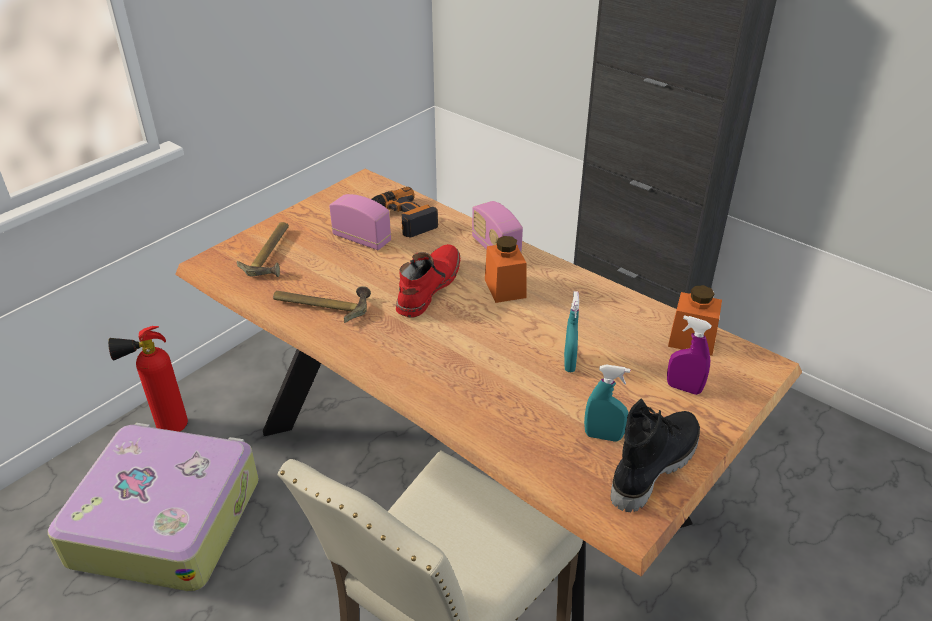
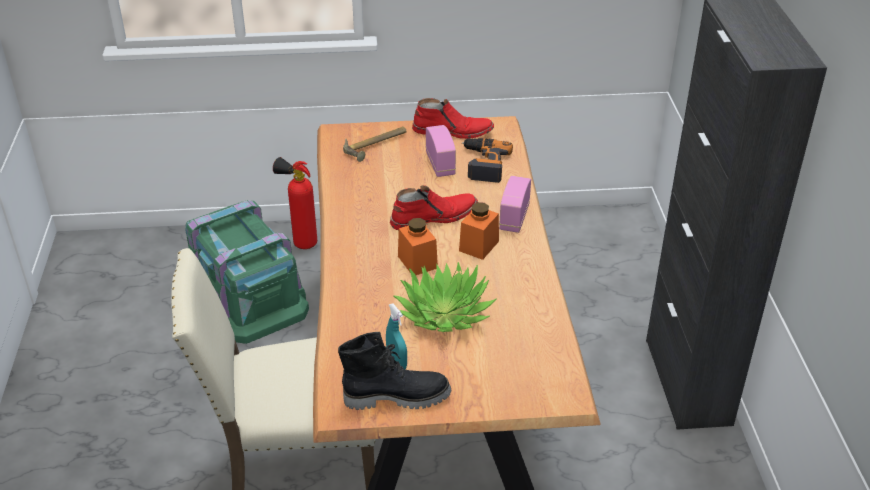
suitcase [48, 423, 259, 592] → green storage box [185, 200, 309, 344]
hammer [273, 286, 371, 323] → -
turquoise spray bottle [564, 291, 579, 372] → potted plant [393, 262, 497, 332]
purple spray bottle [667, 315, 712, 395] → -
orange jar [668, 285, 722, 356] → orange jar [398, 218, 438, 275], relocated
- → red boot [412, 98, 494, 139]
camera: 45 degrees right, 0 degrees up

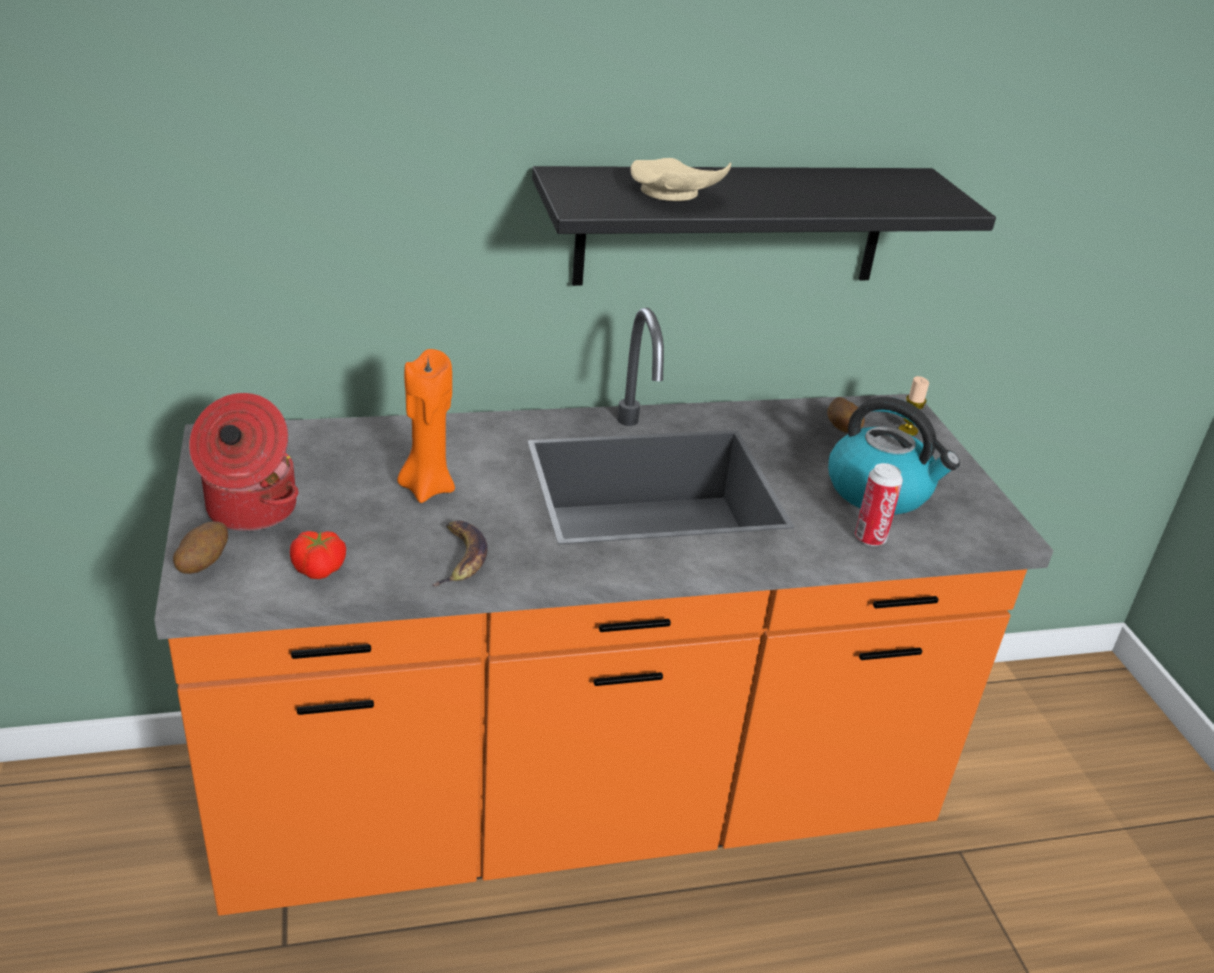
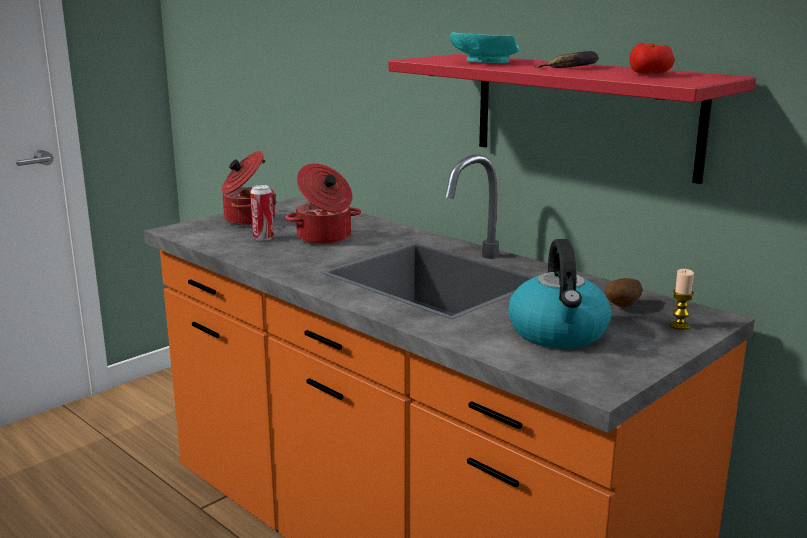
potato [173, 521, 228, 574] → -
tomato [290, 531, 346, 579] → tomato [629, 43, 675, 75], relocated
orange candle [397, 349, 455, 503] → cooking pot [285, 164, 361, 245]
banana [432, 521, 488, 586] → banana [535, 51, 599, 68], relocated
black shelf [532, 166, 996, 286] → red shelf [388, 54, 756, 184]
beige plate [631, 158, 731, 201] → turquoise plate [450, 32, 519, 63]
can [855, 463, 903, 546] → can [250, 185, 274, 241], relocated
camera: 60 degrees right, 15 degrees down

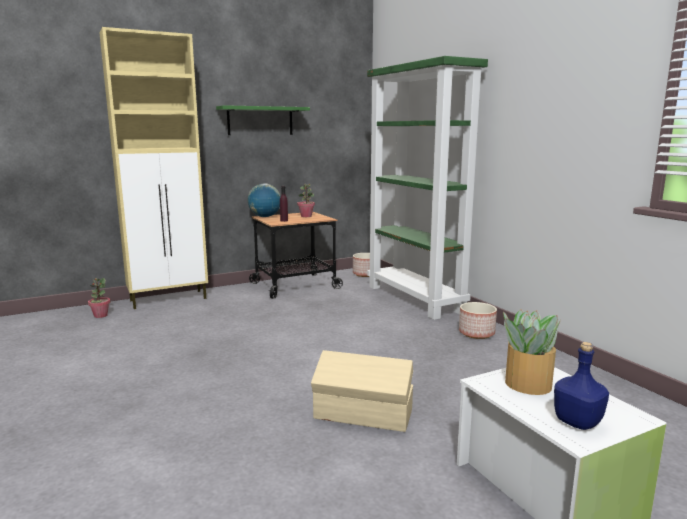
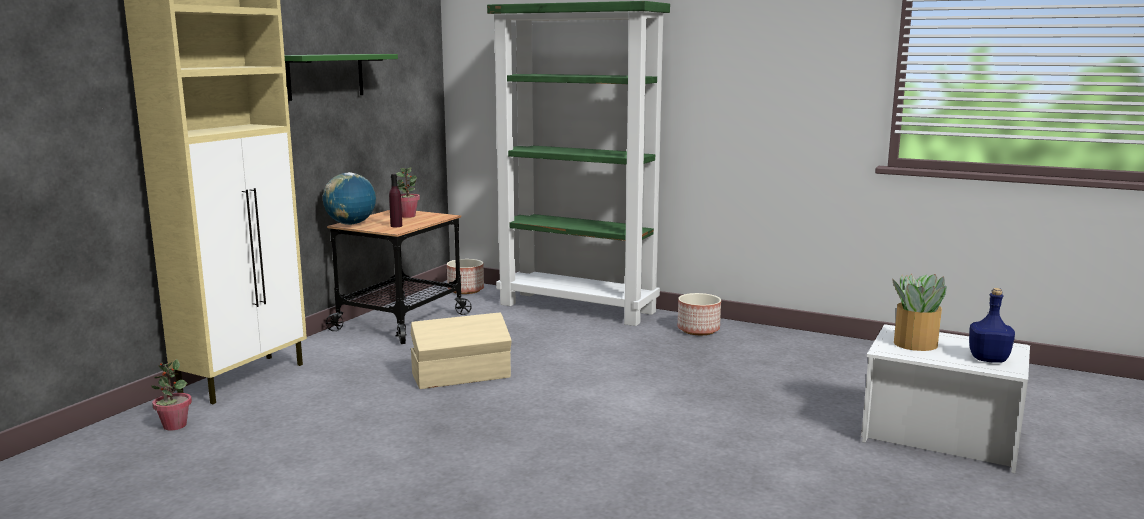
beige storage box [311, 350, 413, 432] → beige storage box [411, 312, 512, 389], relocated
camera: 35 degrees left, 0 degrees up

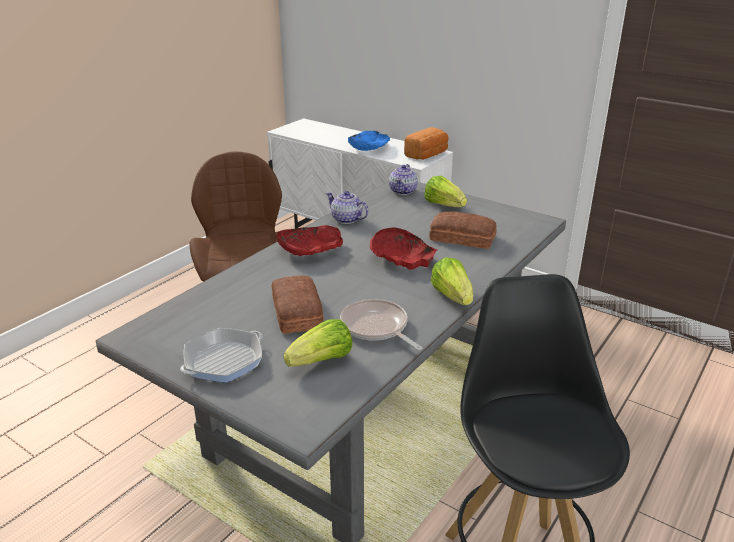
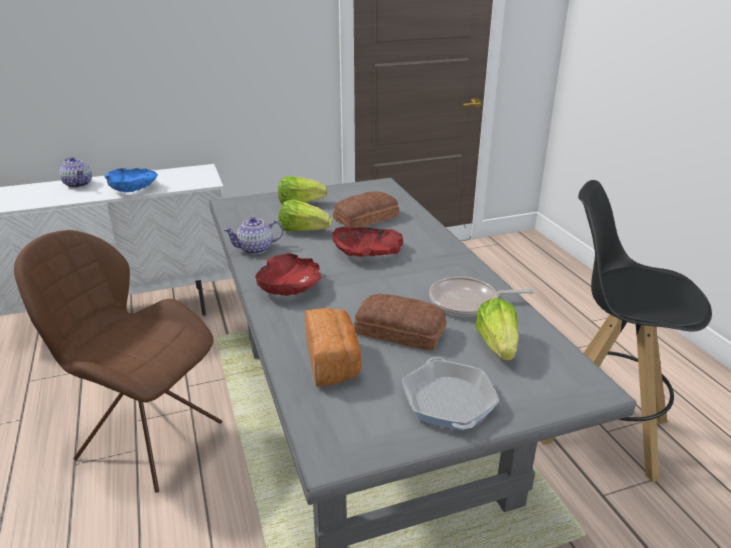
teapot [389, 164, 418, 195] → teapot [59, 157, 92, 188], relocated
bread [404, 127, 448, 160] → bread [305, 308, 362, 387], relocated
lettuce [431, 258, 473, 305] → lettuce [278, 199, 332, 231], relocated
camera: 55 degrees left, 0 degrees up

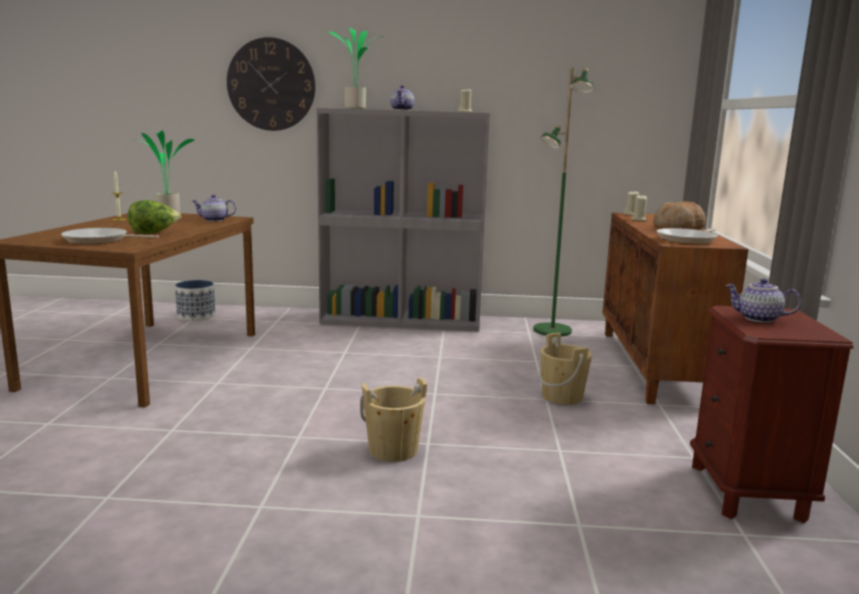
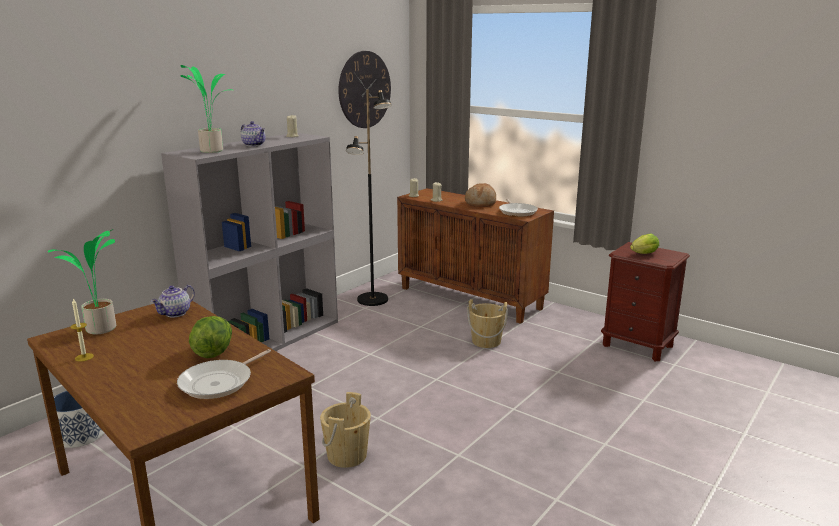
wall clock [227, 37, 316, 131] → wall clock [338, 51, 391, 128], relocated
beige bucket [360, 377, 427, 462] → beige bucket [320, 392, 371, 468], relocated
green floor lamp [533, 67, 593, 337] → black floor lamp [346, 89, 392, 306]
teapot [725, 278, 801, 323] → lettuce [630, 234, 659, 254]
camera: 55 degrees left, 5 degrees up

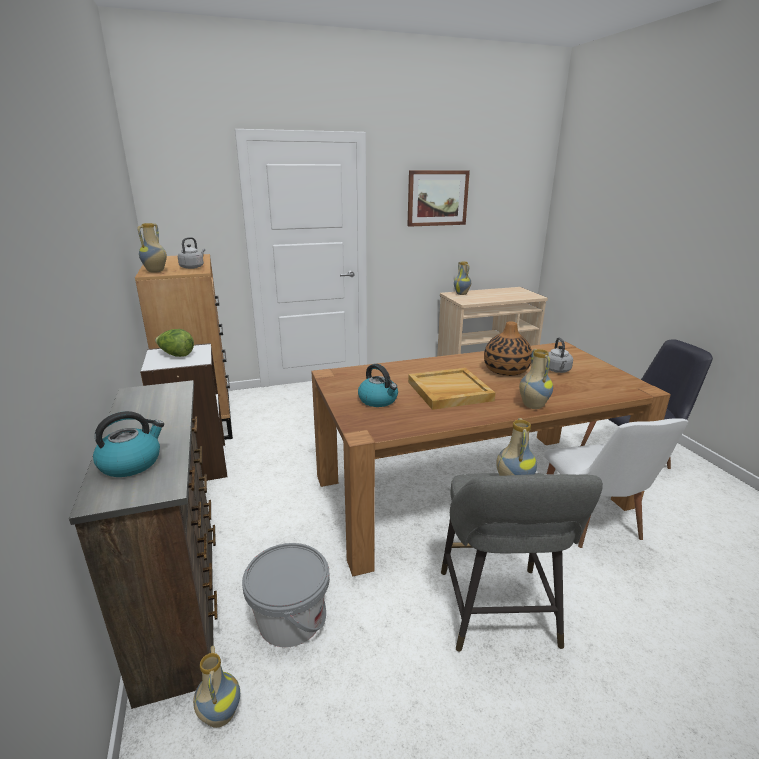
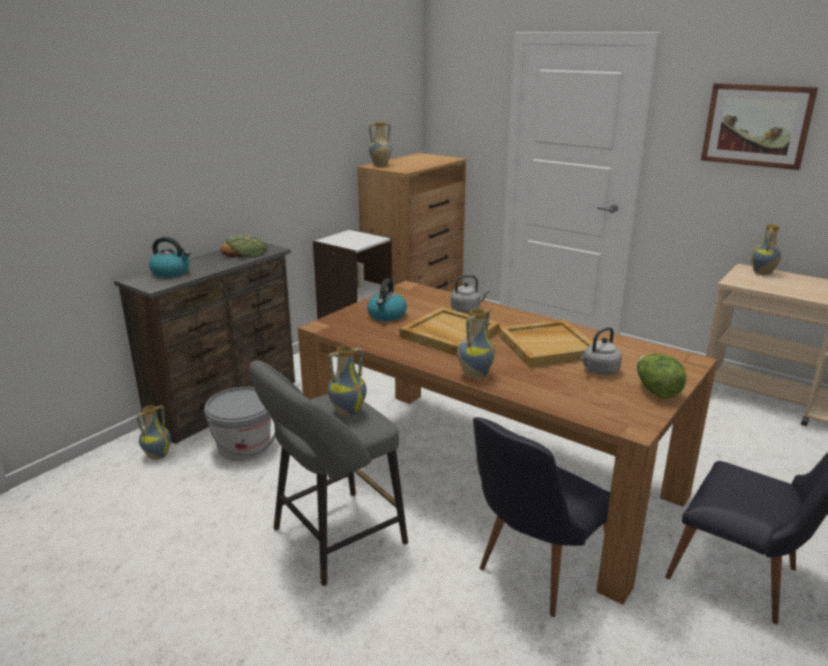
lettuce [155, 329, 194, 357] → lettuce [637, 354, 686, 399], relocated
grey kettle [178, 237, 205, 269] → grey kettle [450, 275, 490, 312], relocated
vase [484, 321, 532, 376] → beige tray [499, 320, 593, 368]
white chair [544, 418, 688, 548] → black chair [473, 417, 610, 617]
- → bread [221, 234, 267, 258]
camera: 55 degrees right, 0 degrees up

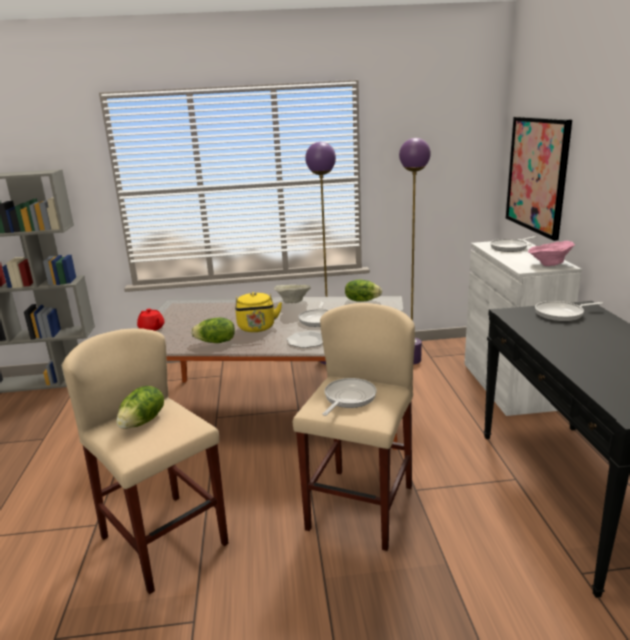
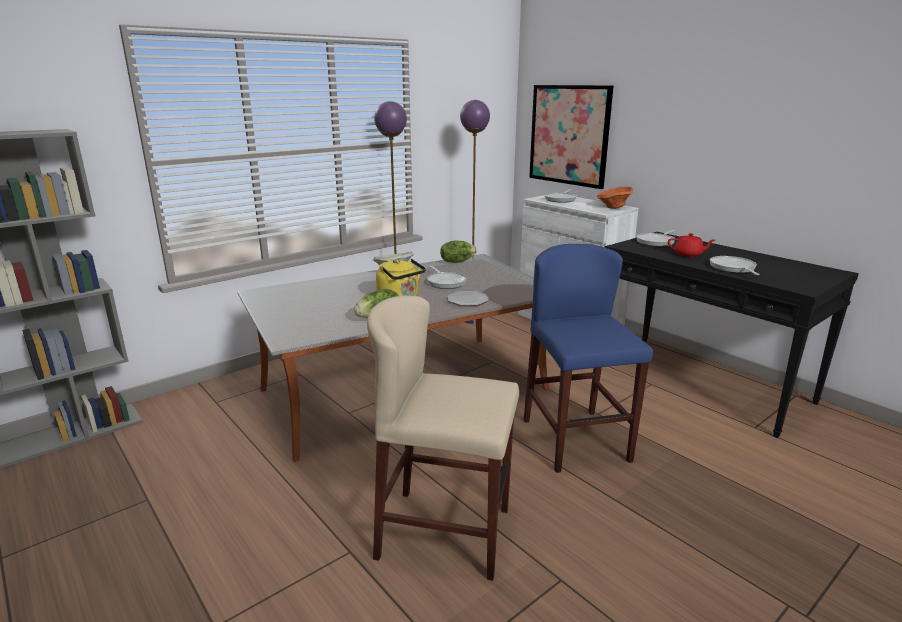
lettuce [116, 386, 164, 429] → -
red teapot [137, 309, 164, 331] → red teapot [668, 233, 715, 257], relocated
beige stool [293, 303, 415, 551] → blue stool [524, 244, 653, 473]
frying pan [322, 378, 377, 416] → frying pan [710, 256, 760, 275], relocated
pink bowl [528, 241, 575, 266] → orange bowl [597, 187, 633, 209]
camera: 35 degrees left, 0 degrees up

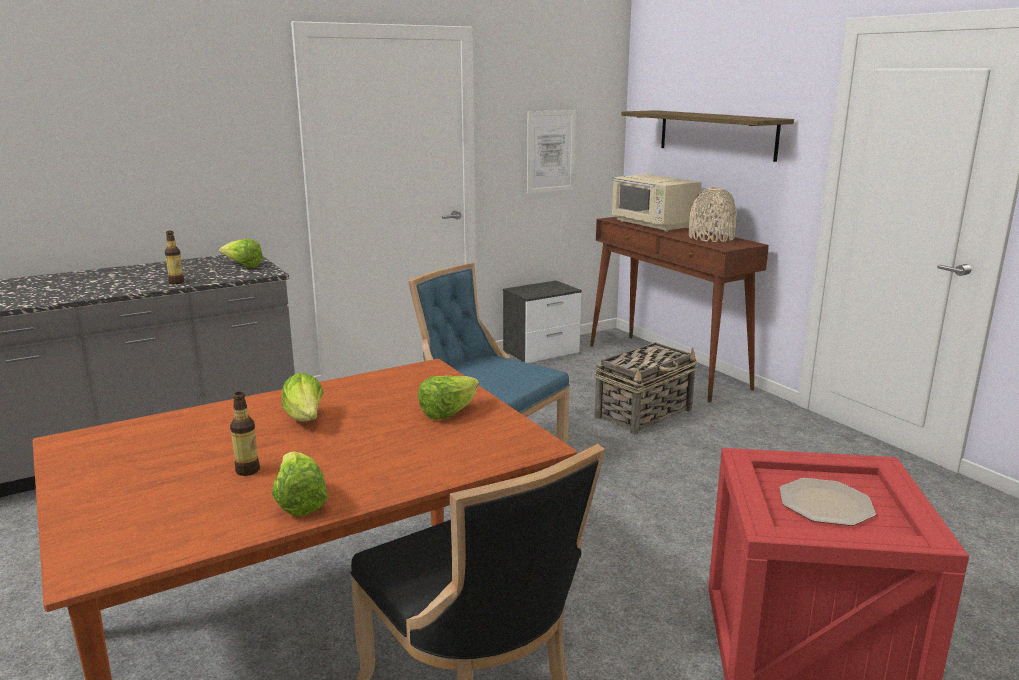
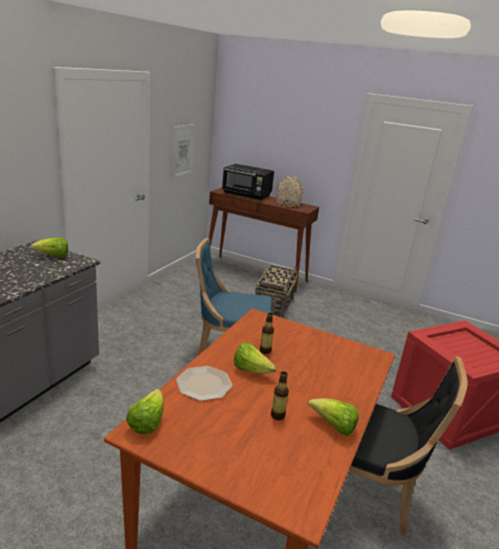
bottle [165, 231, 184, 284] → bottle [260, 313, 274, 354], relocated
lettuce [418, 376, 479, 420] → lettuce [126, 389, 164, 434], relocated
nightstand [503, 280, 582, 363] → -
beige microwave [612, 174, 702, 232] → black microwave [222, 164, 274, 200]
shelf [622, 110, 794, 162] → -
plate [779, 478, 876, 526] → plate [176, 366, 232, 401], relocated
camera: 35 degrees left, 5 degrees up

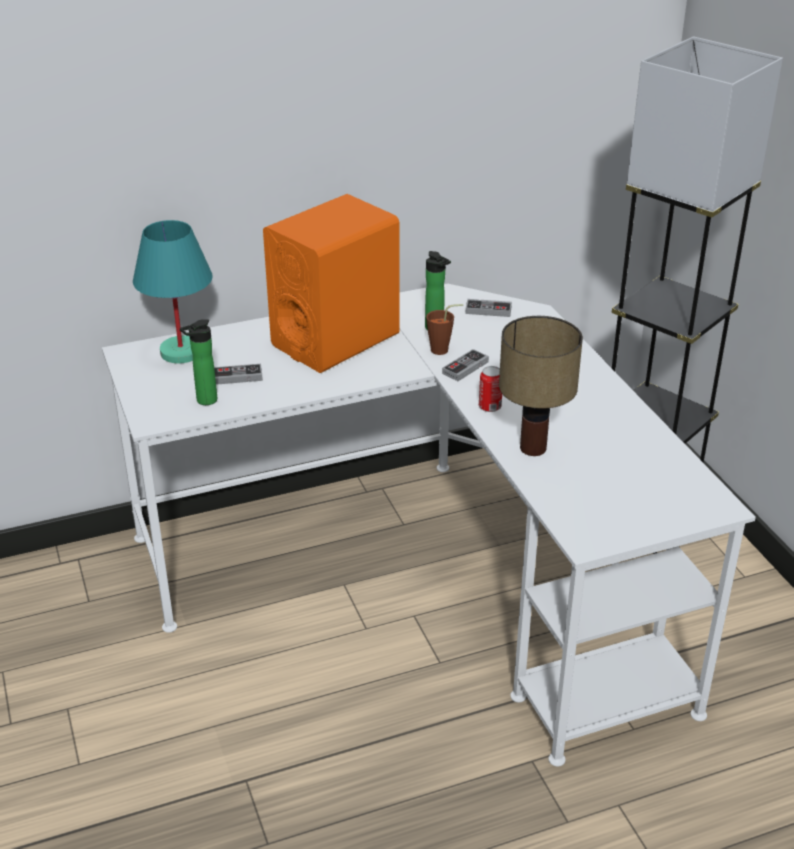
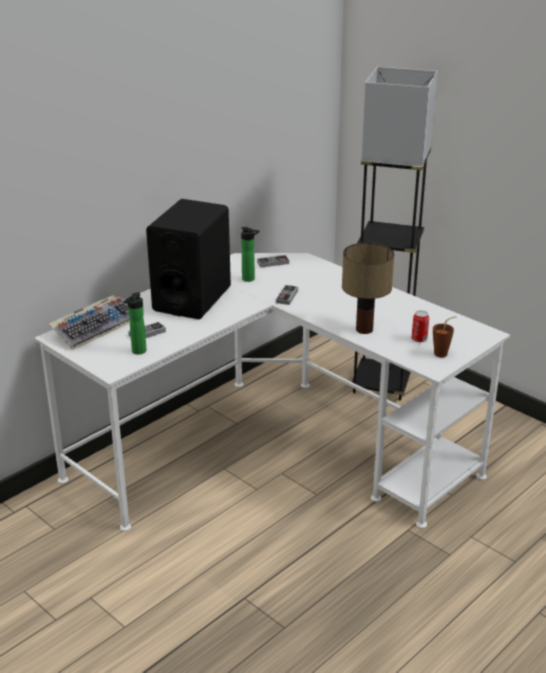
turquoise table lamp [133, 220, 213, 363] → keyboard [48, 295, 130, 350]
orange speaker [263, 194, 400, 373] → black speaker [146, 199, 231, 319]
brown cup [426, 304, 463, 355] → brown cup [433, 316, 457, 358], relocated
can [479, 366, 502, 412] → can [412, 310, 429, 342], relocated
camera: 25 degrees left, 5 degrees down

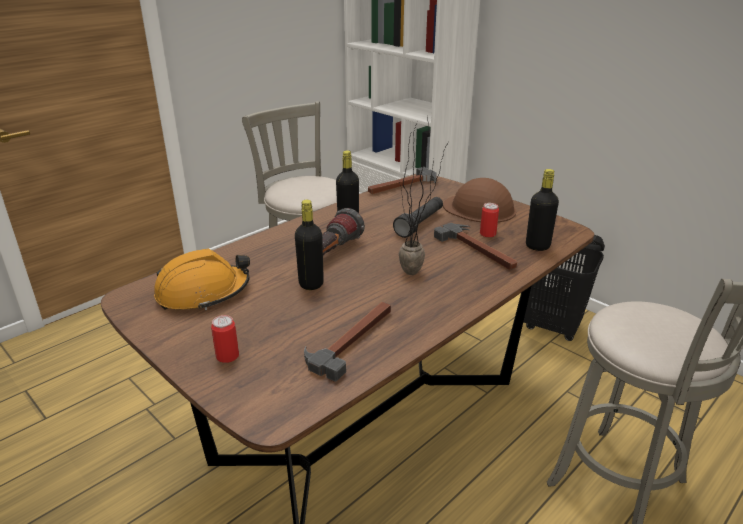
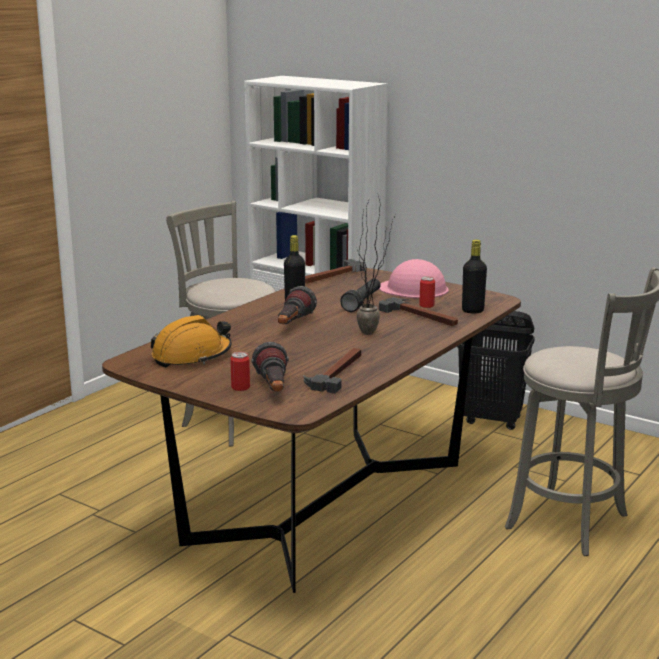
black bottle [295, 200, 324, 290] → -
brown hard hat [443, 178, 516, 223] → pink hard hat [379, 259, 449, 298]
- → flashlight [251, 342, 289, 392]
camera: 10 degrees left, 10 degrees down

